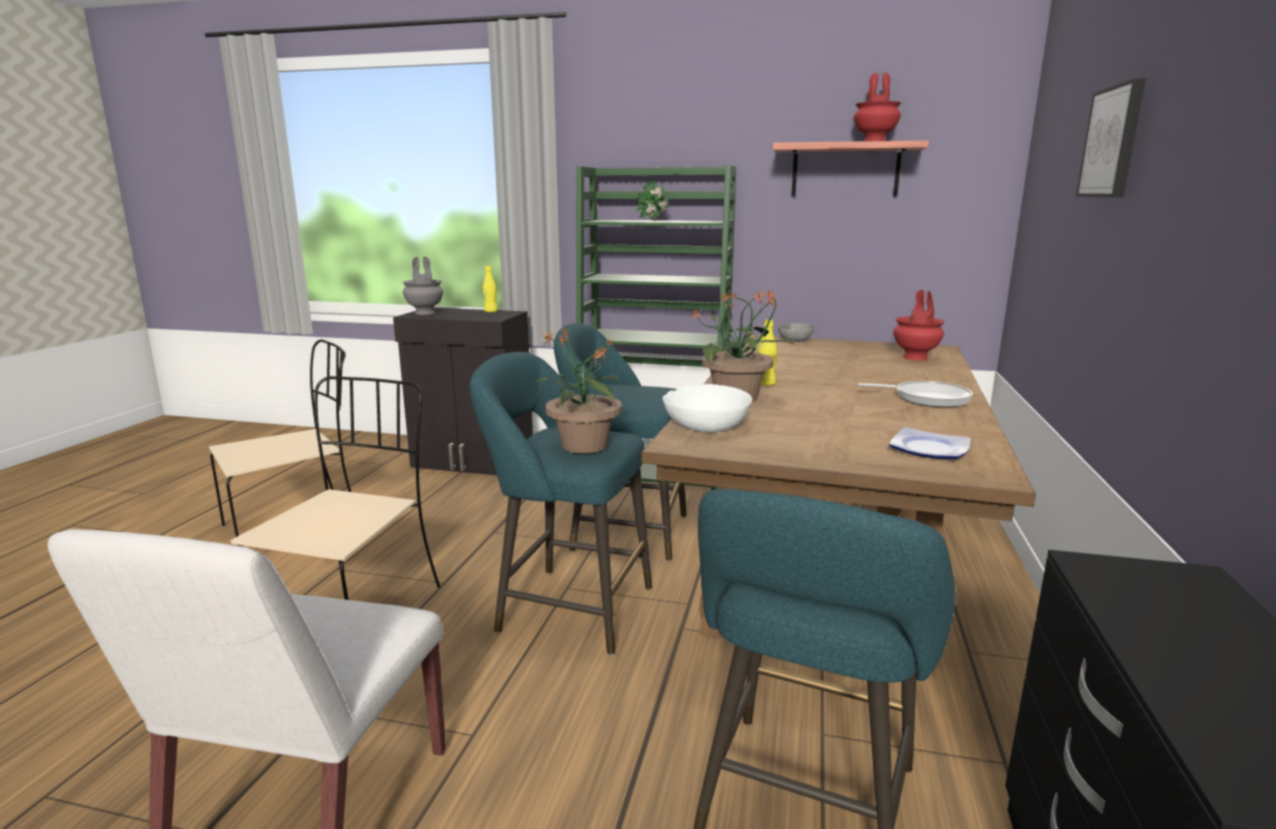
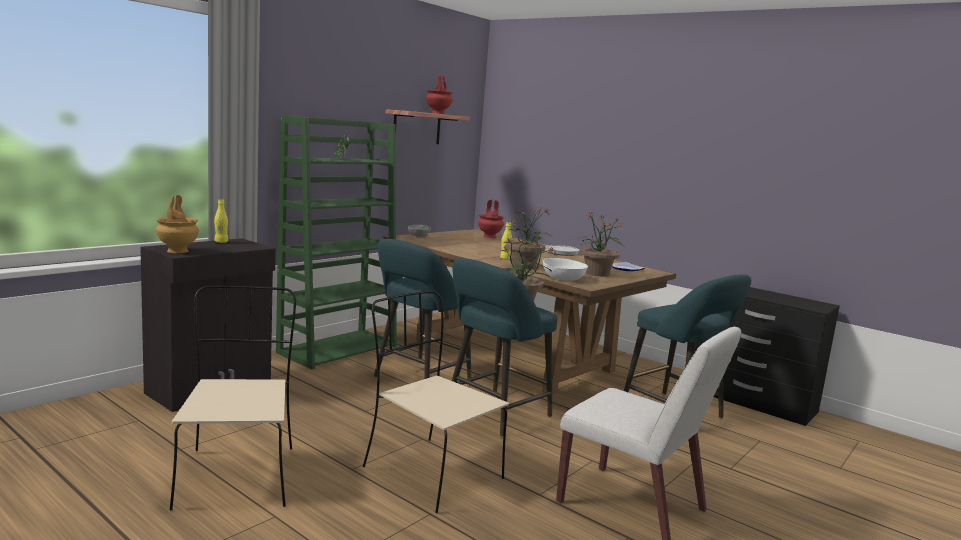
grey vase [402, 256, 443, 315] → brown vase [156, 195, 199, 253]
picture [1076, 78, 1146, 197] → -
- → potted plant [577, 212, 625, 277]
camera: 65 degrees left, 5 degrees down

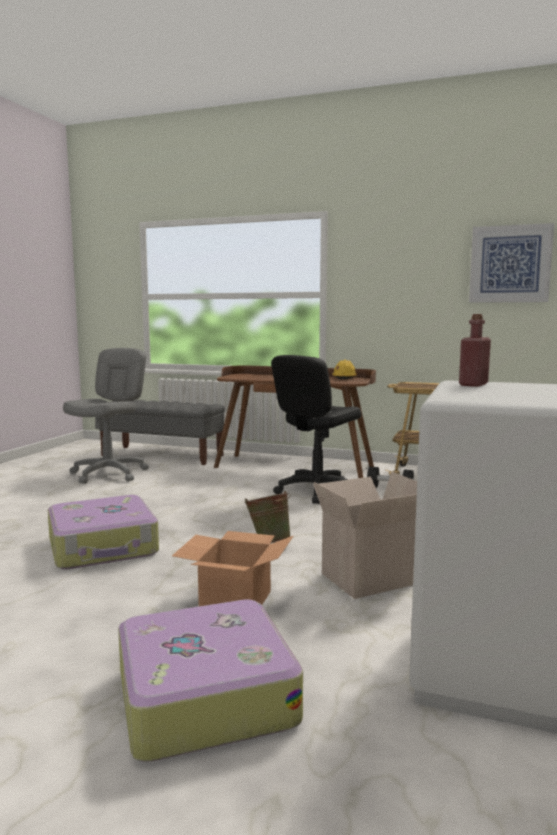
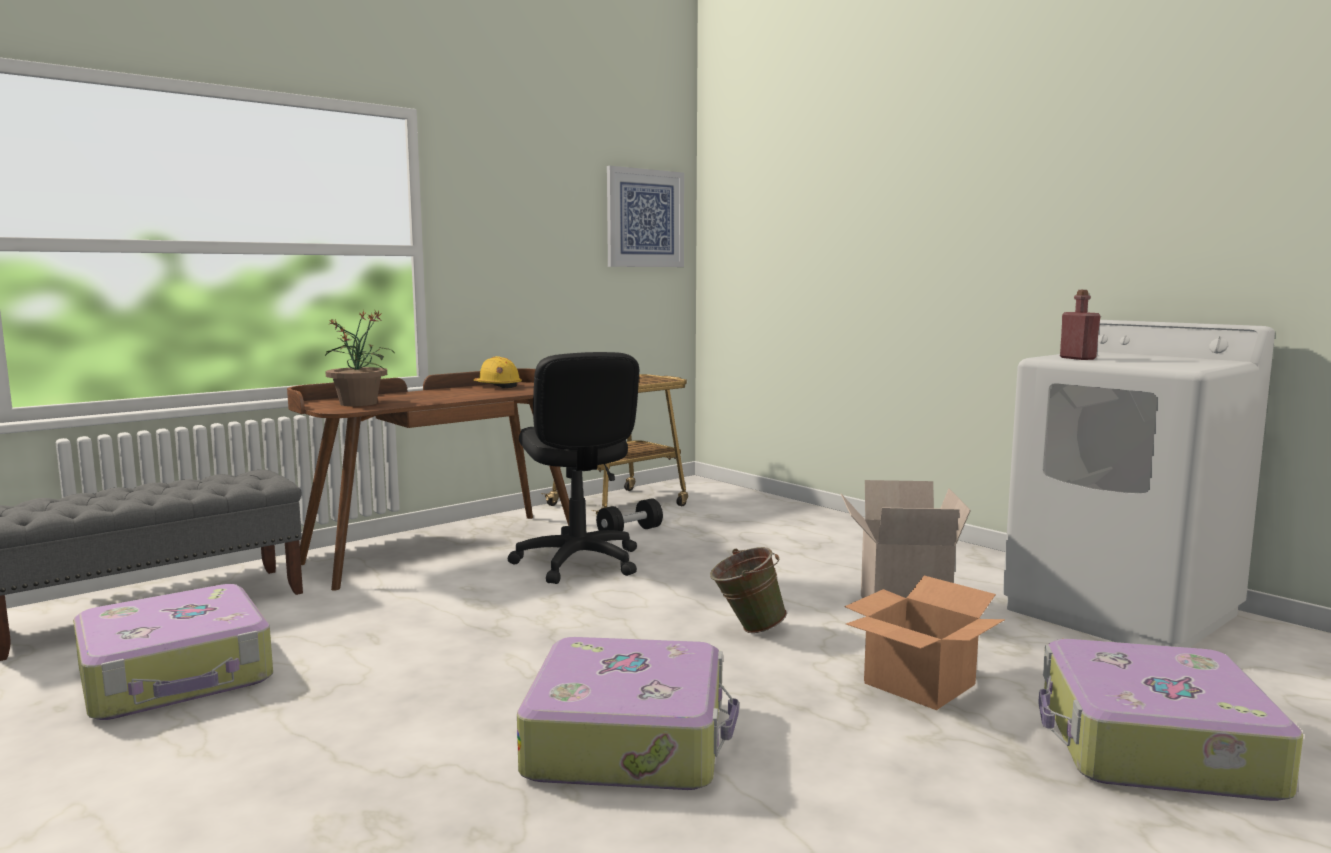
grey office chair [63, 348, 149, 484] → suitcase [73, 584, 273, 720]
- → potted plant [324, 310, 395, 406]
camera: 60 degrees left, 0 degrees up

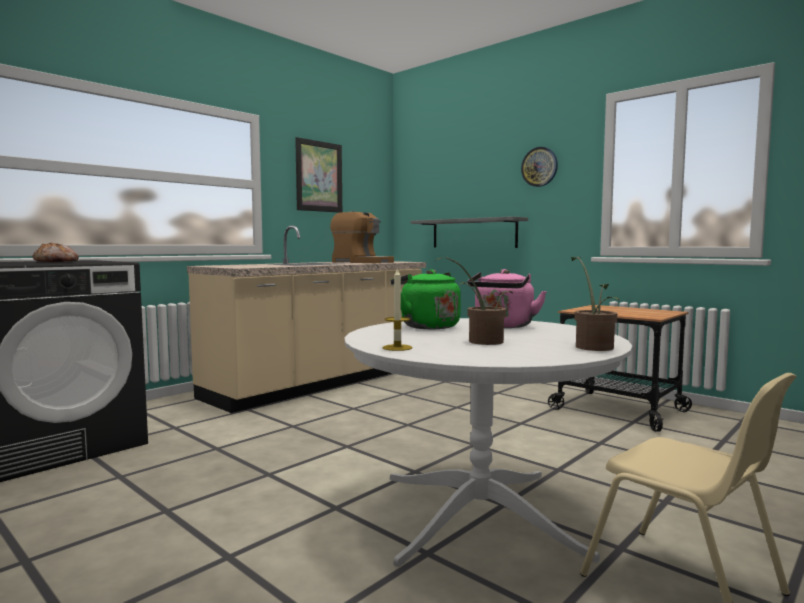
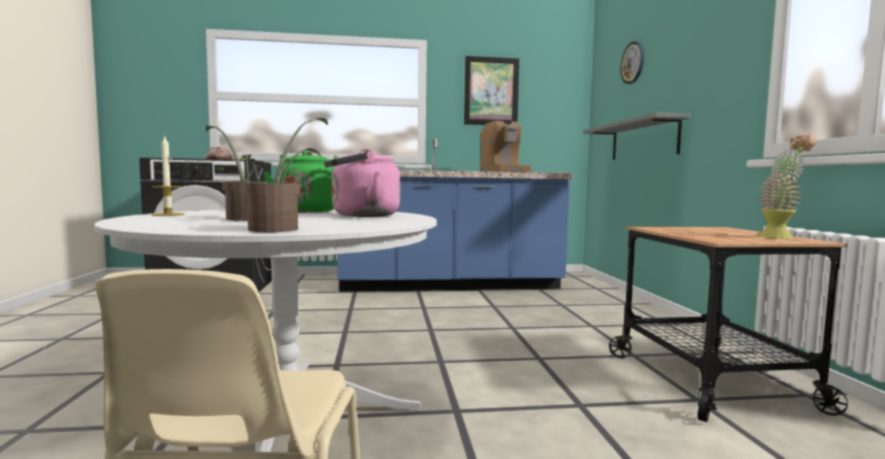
beige counter [187, 226, 426, 413] → blue counter [337, 136, 573, 292]
wall clock [521, 147, 558, 187] → wall clock [620, 41, 644, 84], relocated
- → potted plant [758, 134, 816, 239]
camera: 40 degrees right, 0 degrees up

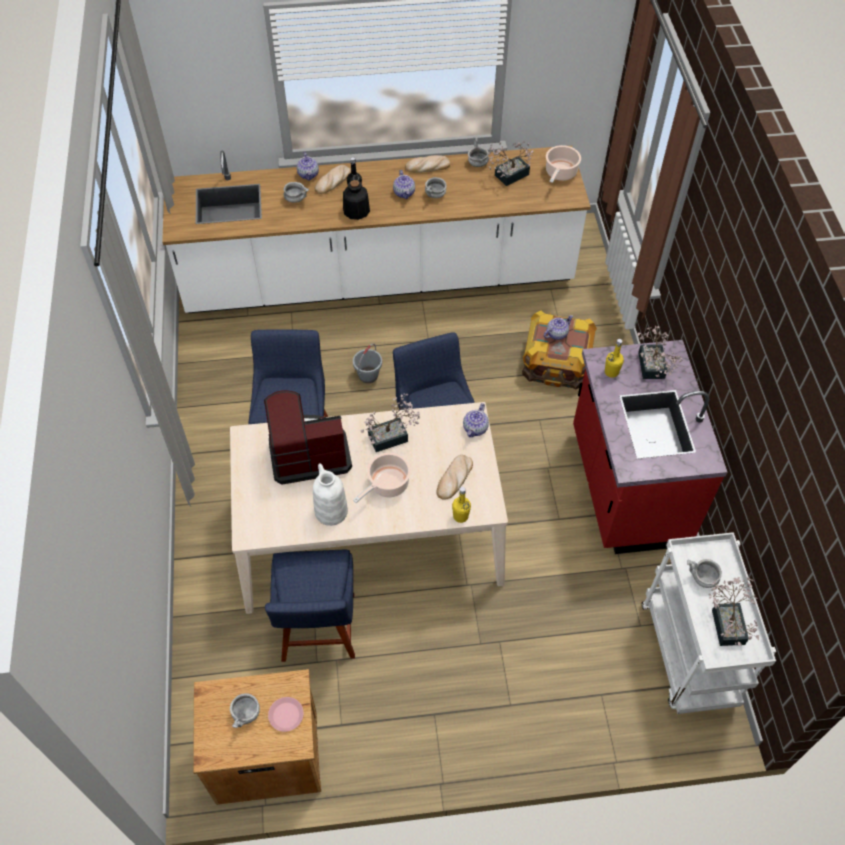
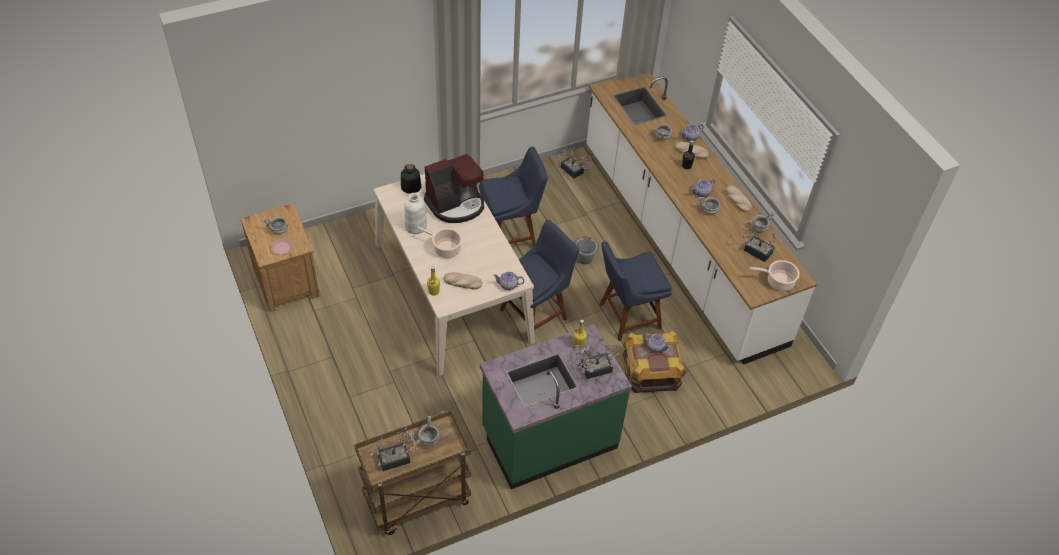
coffee machine [264, 390, 352, 485] → coffee machine [424, 154, 484, 223], 90 degrees clockwise
blue chair [265, 550, 355, 662] → blue chair [599, 241, 672, 341], relocated
bottle [343, 180, 370, 220] → bottle [401, 164, 422, 194], relocated
potted plant [360, 393, 420, 452] → potted plant [557, 147, 592, 179], relocated
red counter [573, 340, 727, 554] → green counter [480, 324, 632, 489]
white cart [642, 532, 776, 714] → brown cart [354, 410, 471, 535]
camera: 70 degrees right, 5 degrees down

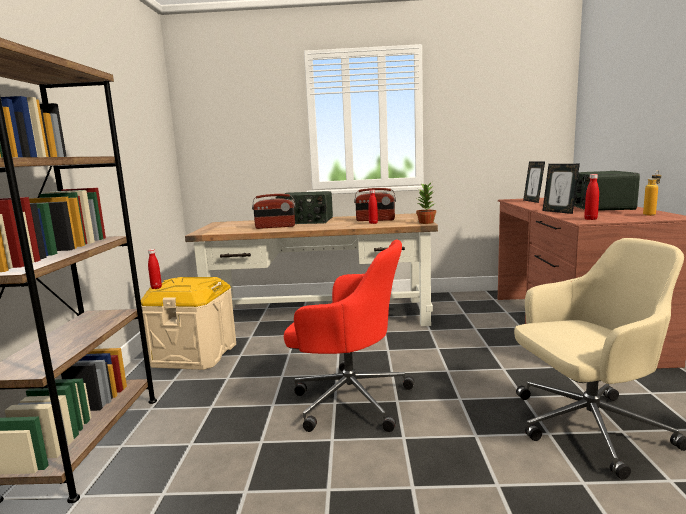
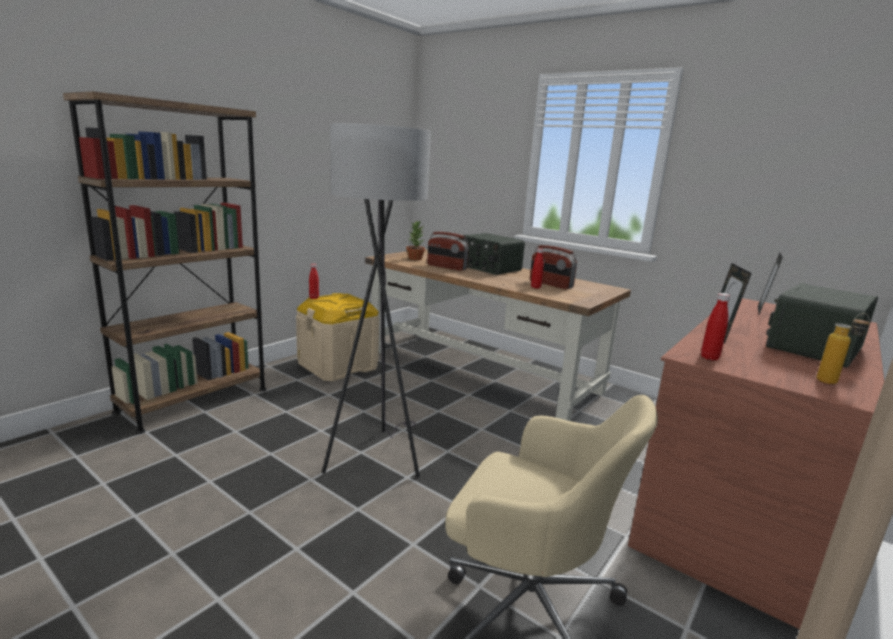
red office chair [284, 240, 414, 432] → grey floor lamp [322, 123, 431, 478]
potted plant [416, 182, 436, 224] → potted plant [406, 221, 425, 260], relocated
camera: 35 degrees right, 5 degrees up

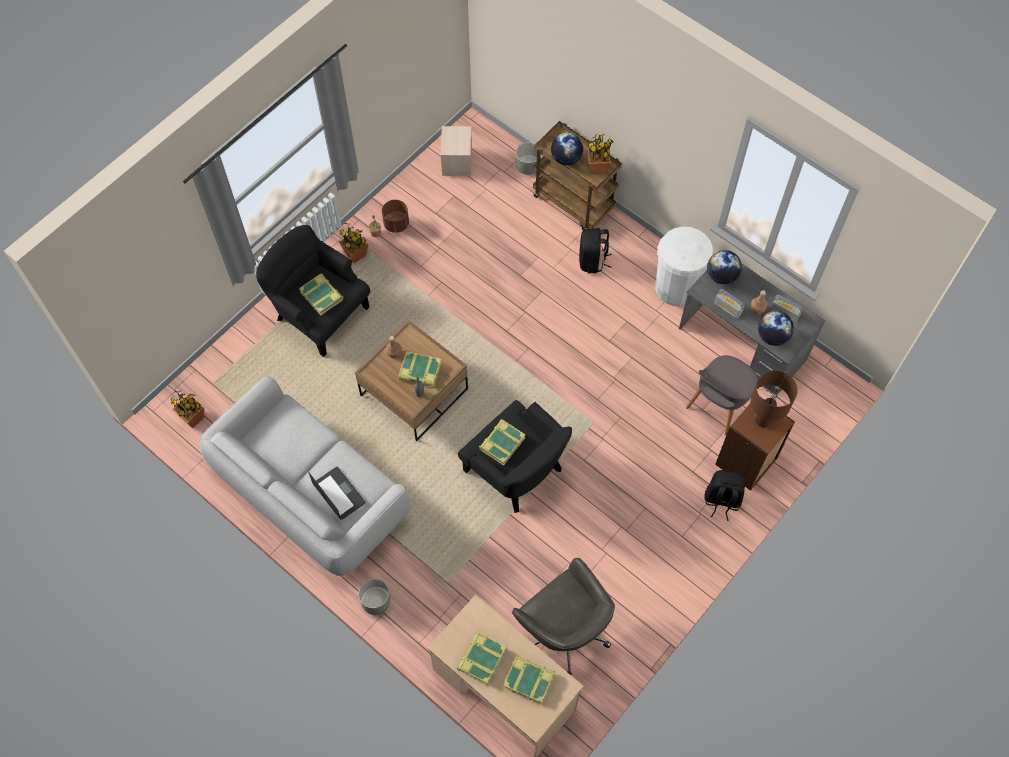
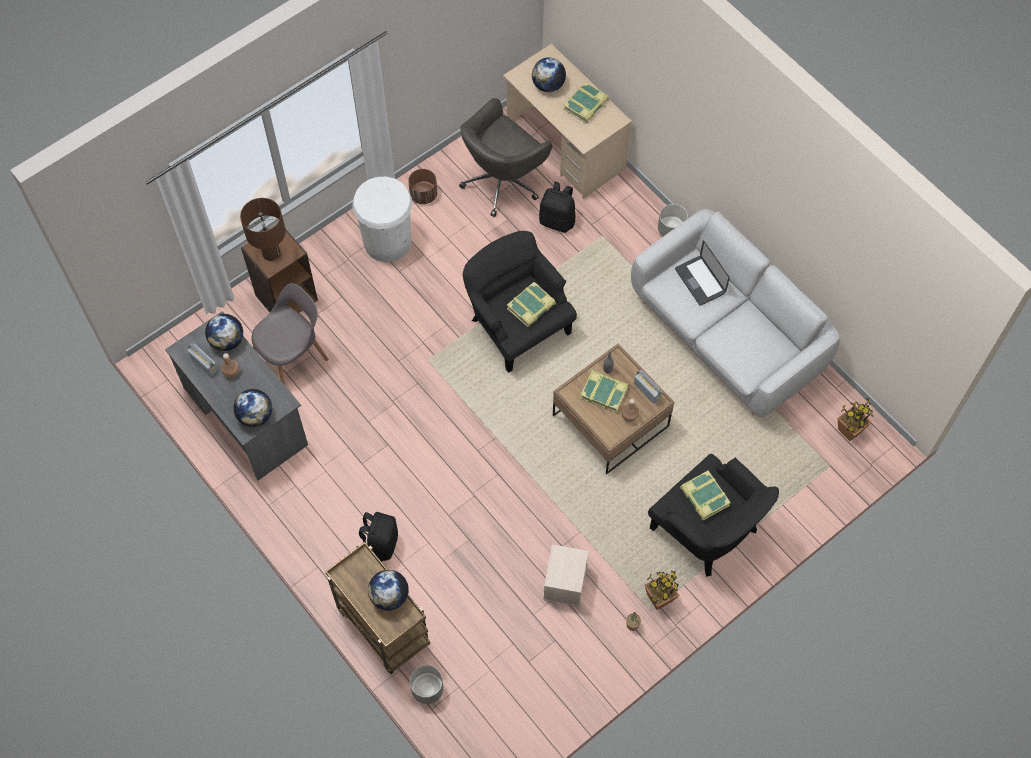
brown planter [382, 200, 409, 233] → brown planter [408, 169, 437, 204], relocated
beige storage box [441, 126, 472, 176] → beige storage box [544, 544, 588, 606], relocated
book [503, 655, 555, 705] → globe [532, 58, 566, 92]
grey office chair [512, 558, 615, 675] → grey office chair [459, 98, 552, 217], 105 degrees counterclockwise
potted plant [587, 134, 614, 174] → -
white trash can [655, 226, 714, 307] → white trash can [352, 177, 412, 262], relocated
black backpack [704, 470, 745, 521] → black backpack [539, 181, 575, 233], relocated
radio [714, 289, 744, 319] → radio [634, 370, 662, 404], relocated
camera: 170 degrees left, 0 degrees up

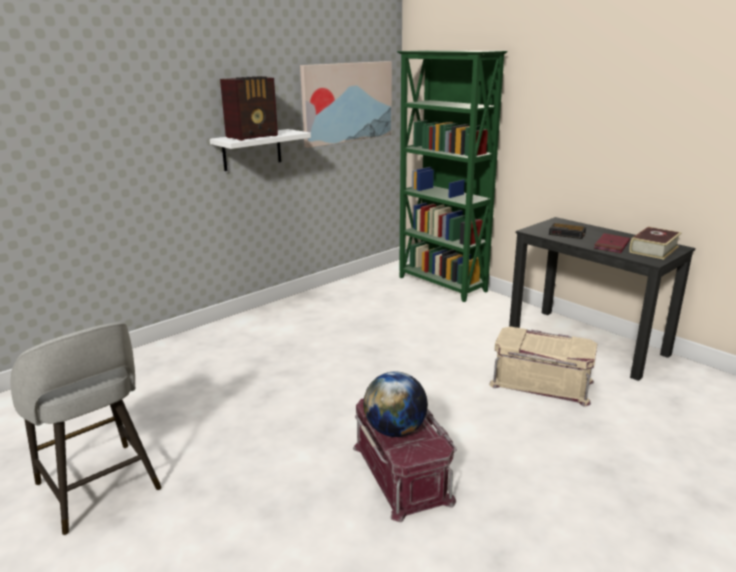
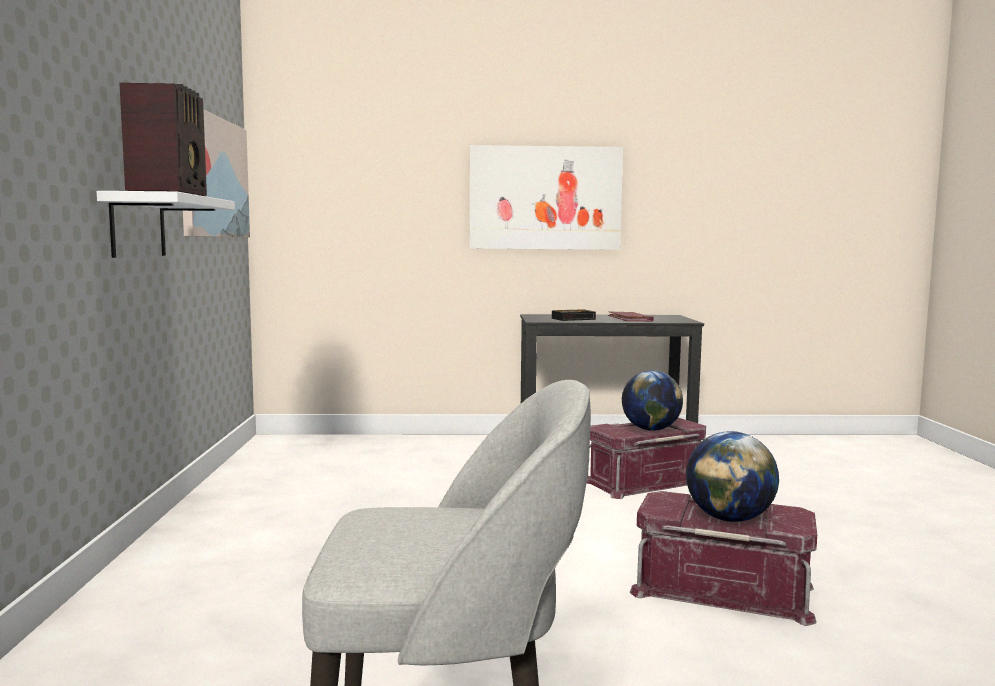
green bookcase [397, 50, 508, 302] → -
beige storage box [489, 327, 597, 406] → red storage box [586, 418, 706, 499]
book [630, 227, 682, 260] → -
- → picture [470, 145, 623, 250]
- → globe [622, 370, 683, 431]
camera: 50 degrees left, 15 degrees down

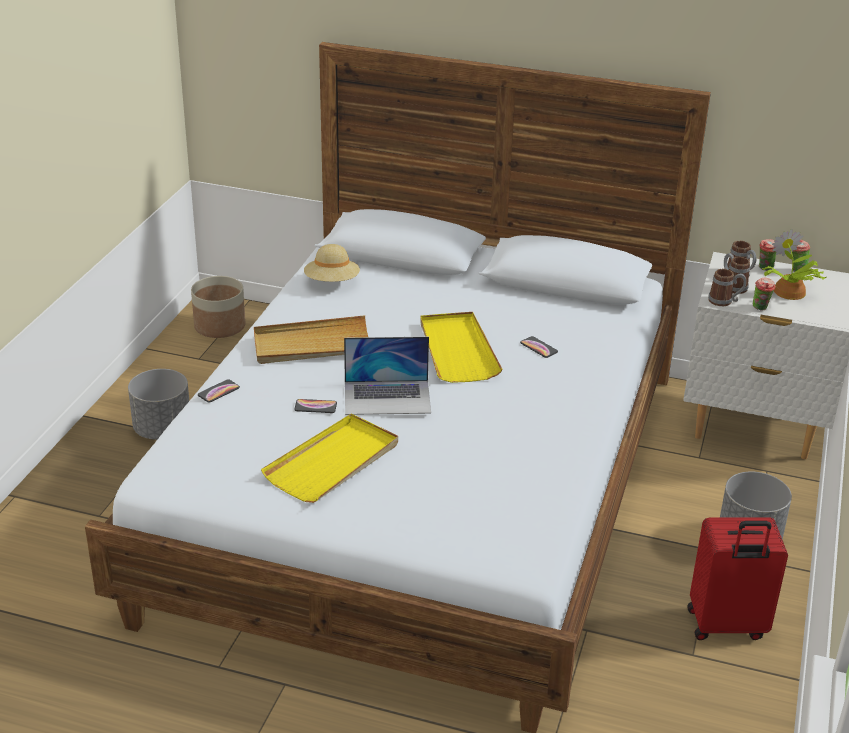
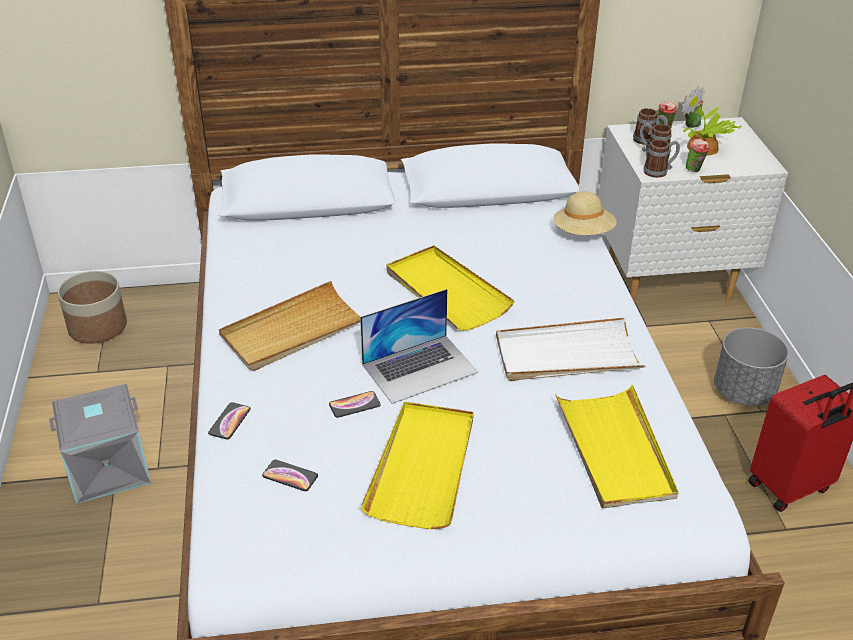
grey planter [128, 369, 189, 440] → grey storage box [49, 384, 151, 504]
beige hat [304, 244, 360, 282] → beige hat [553, 191, 617, 235], relocated
phone [520, 336, 558, 358] → phone [262, 460, 318, 491], relocated
- → white tray [496, 317, 646, 381]
- → yellow tray [555, 384, 679, 509]
camera: 25 degrees left, 5 degrees up

